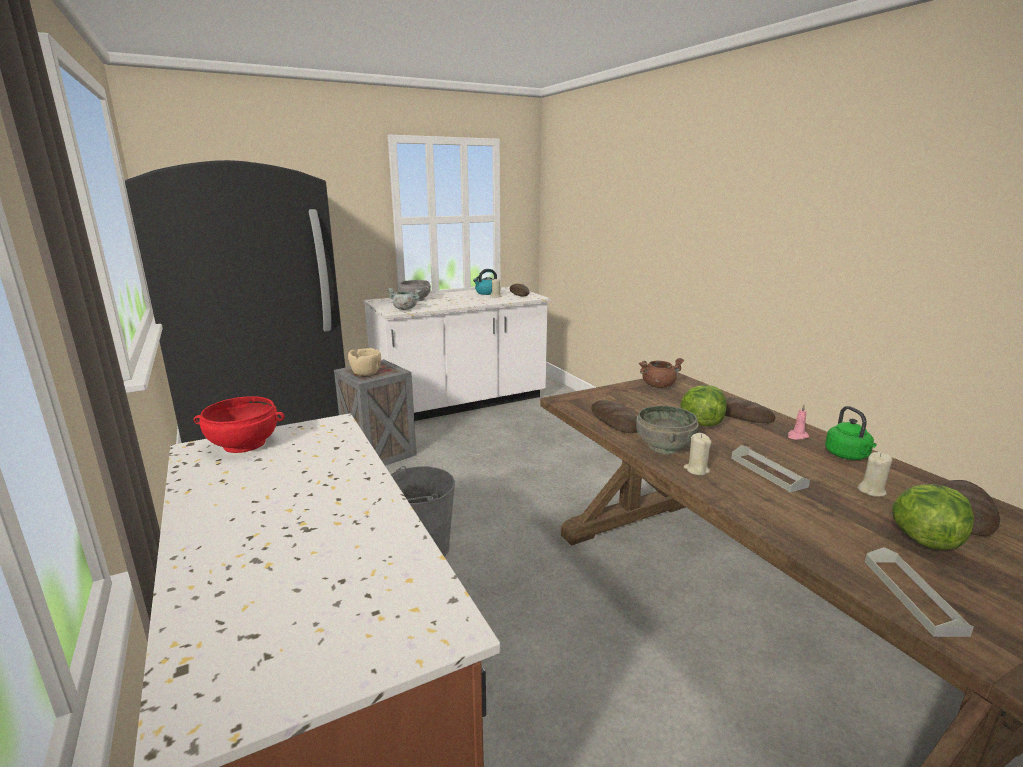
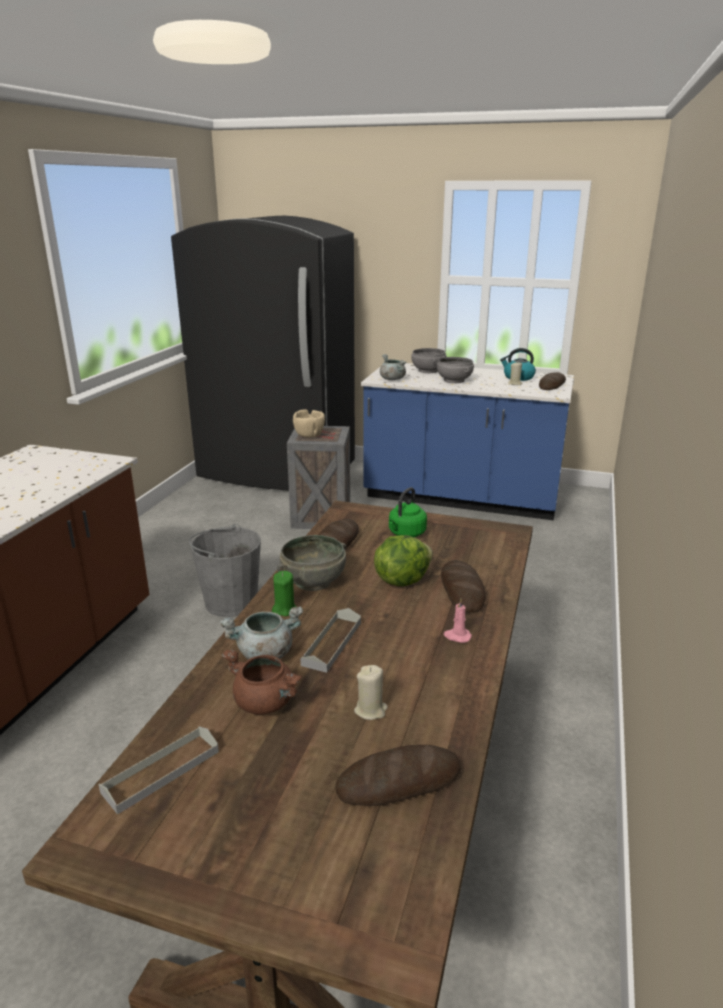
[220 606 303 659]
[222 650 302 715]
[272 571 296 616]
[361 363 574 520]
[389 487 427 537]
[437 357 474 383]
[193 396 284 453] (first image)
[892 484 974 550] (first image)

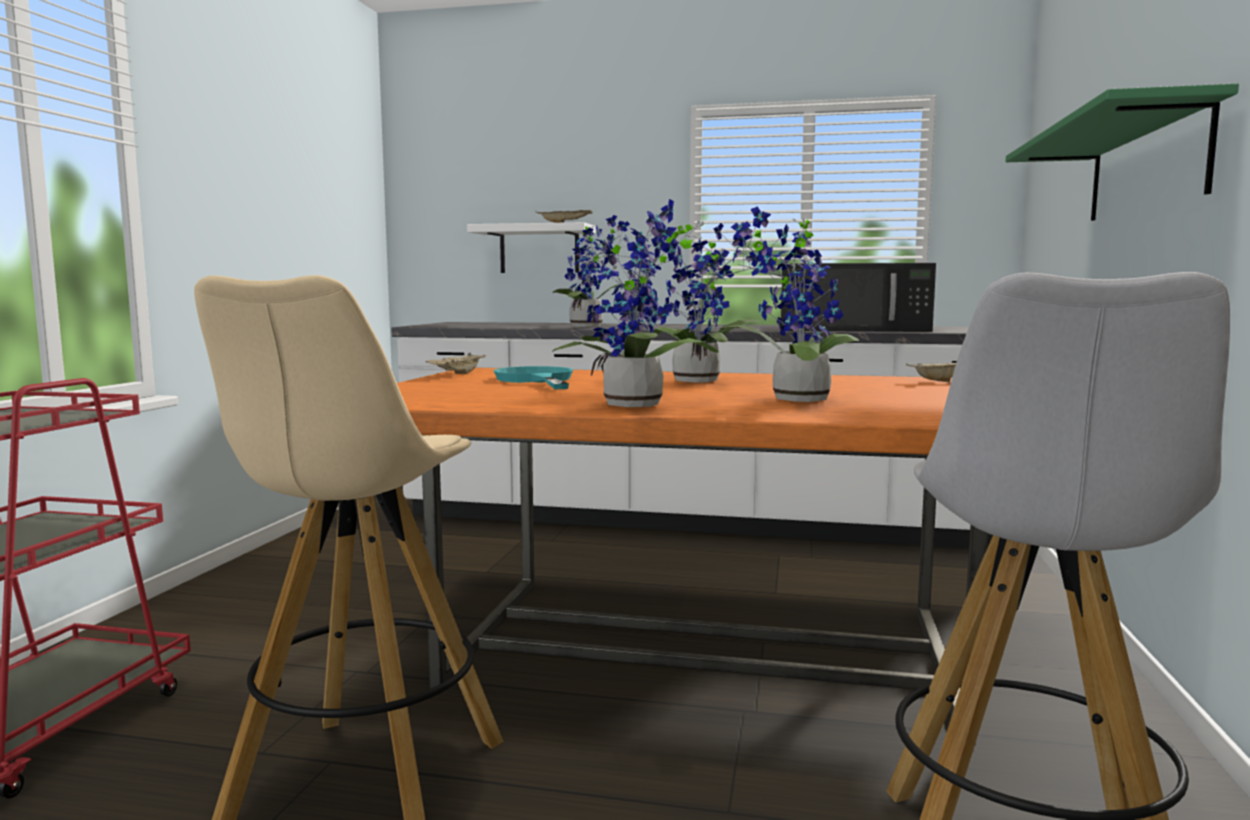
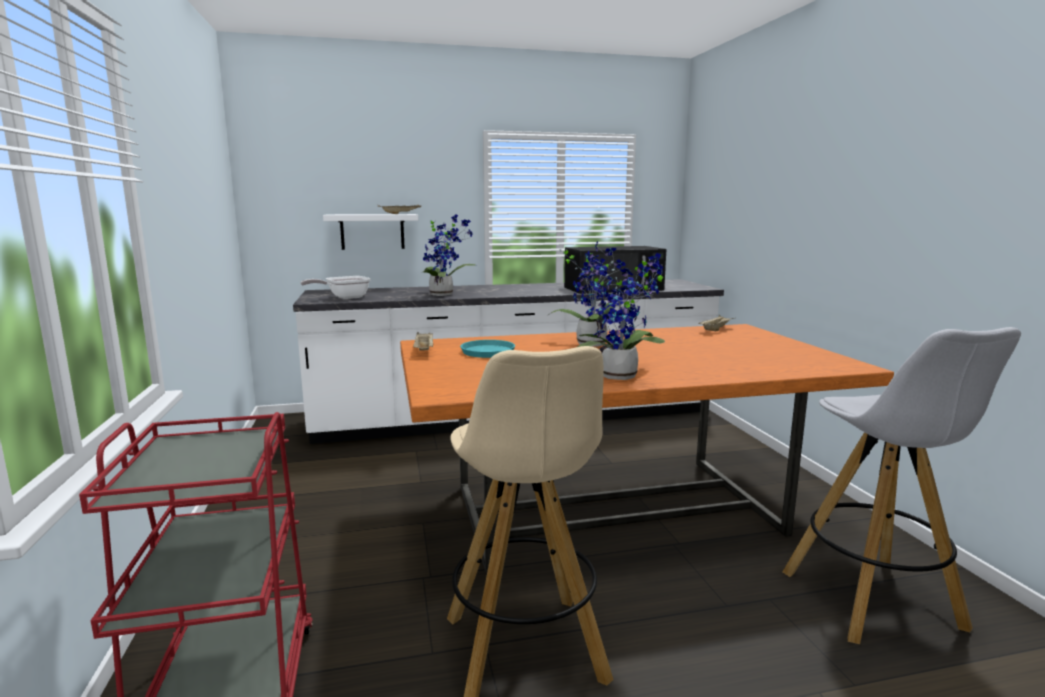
[301 276 371 299]
[720 206 860 402] (first image)
[1006 84 1239 221] (first image)

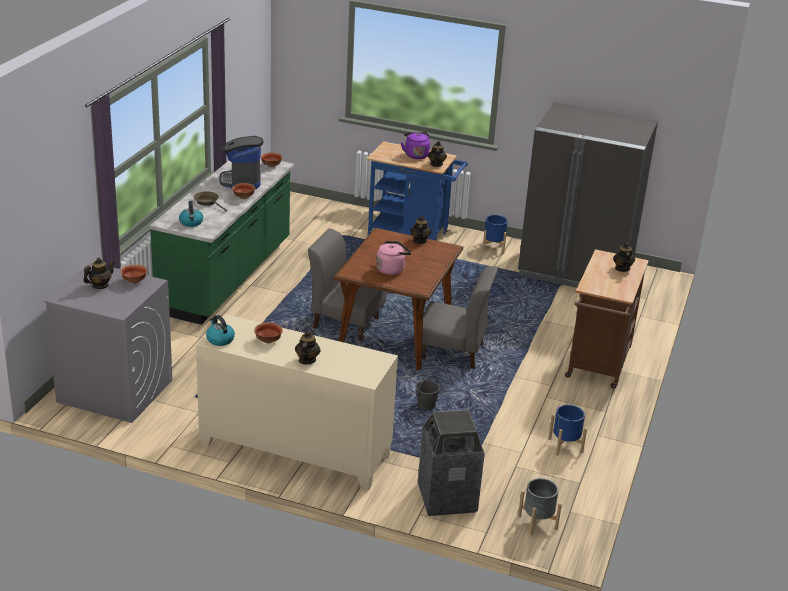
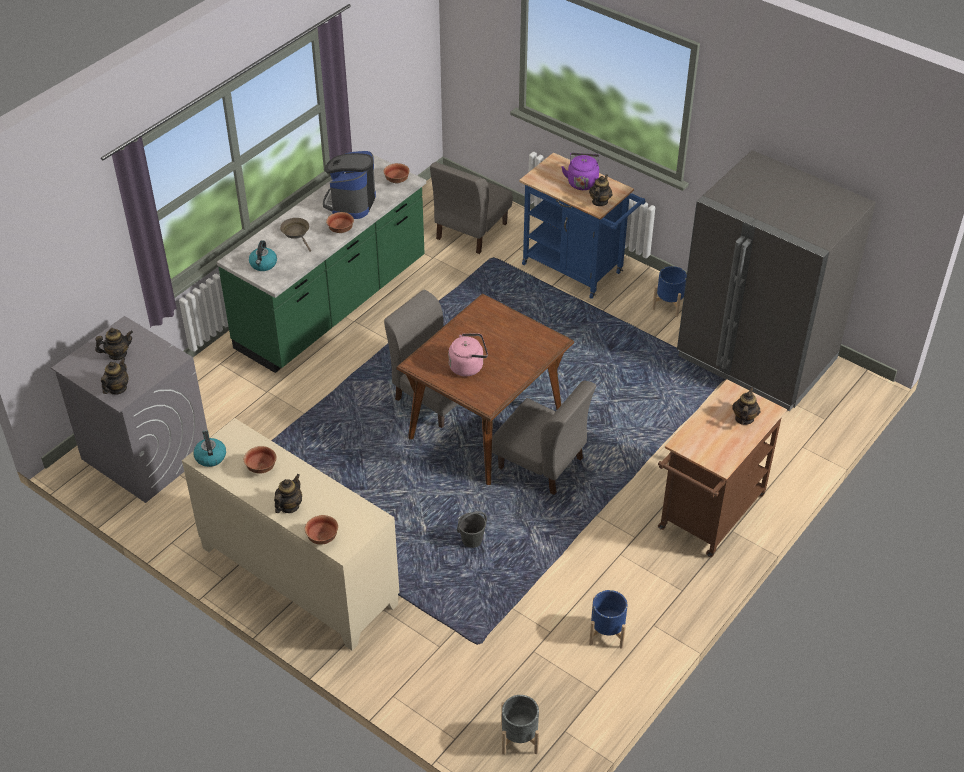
[101 358 128 395]
[305 515 338 545]
[430 162 513 254]
[418 410 485 516] (first image)

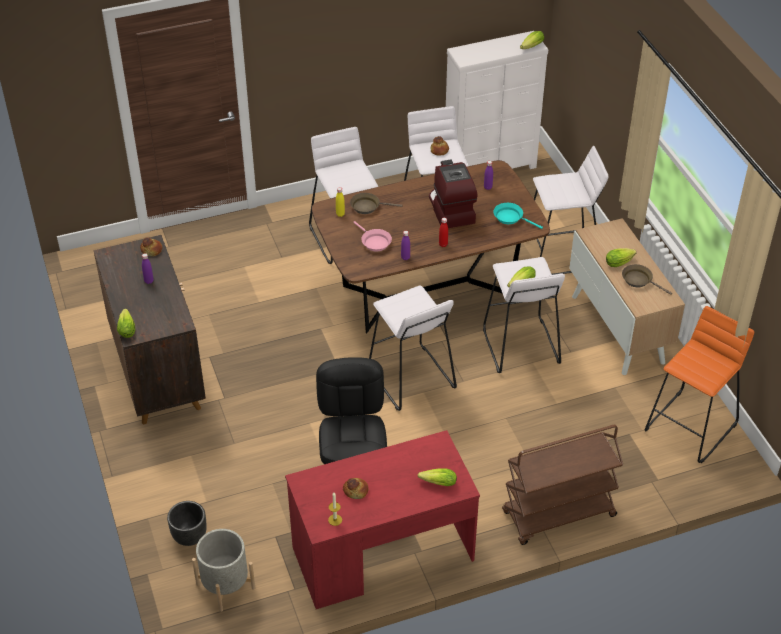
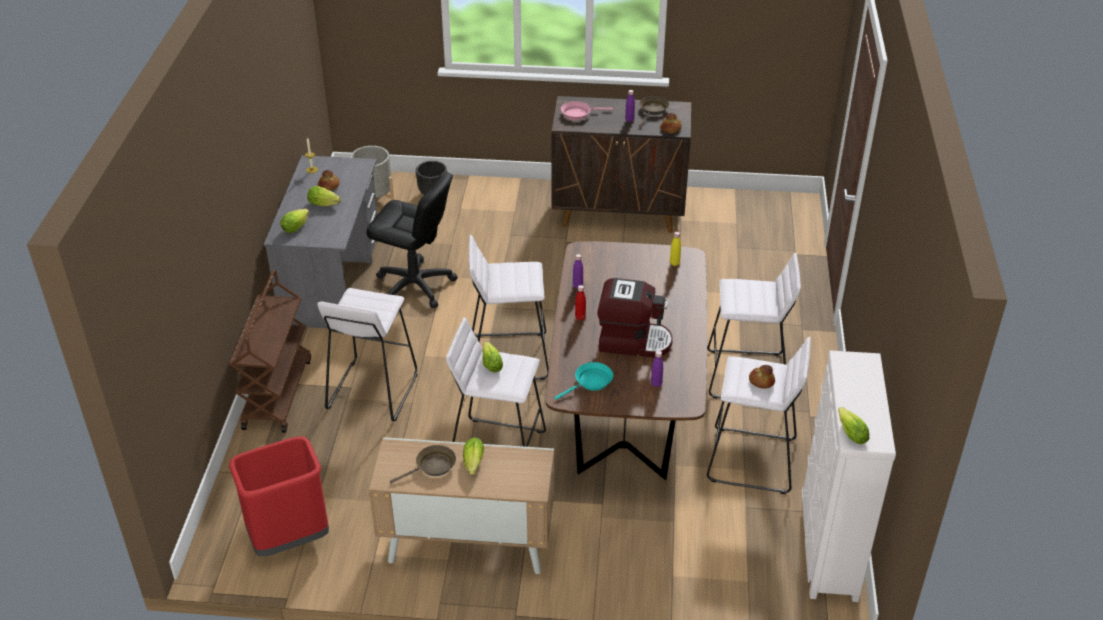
[229 436 329 556]
[263 155 378 328]
[307 186 341 206]
[317 288 418 421]
[561 101 613 120]
[639 96 669 127]

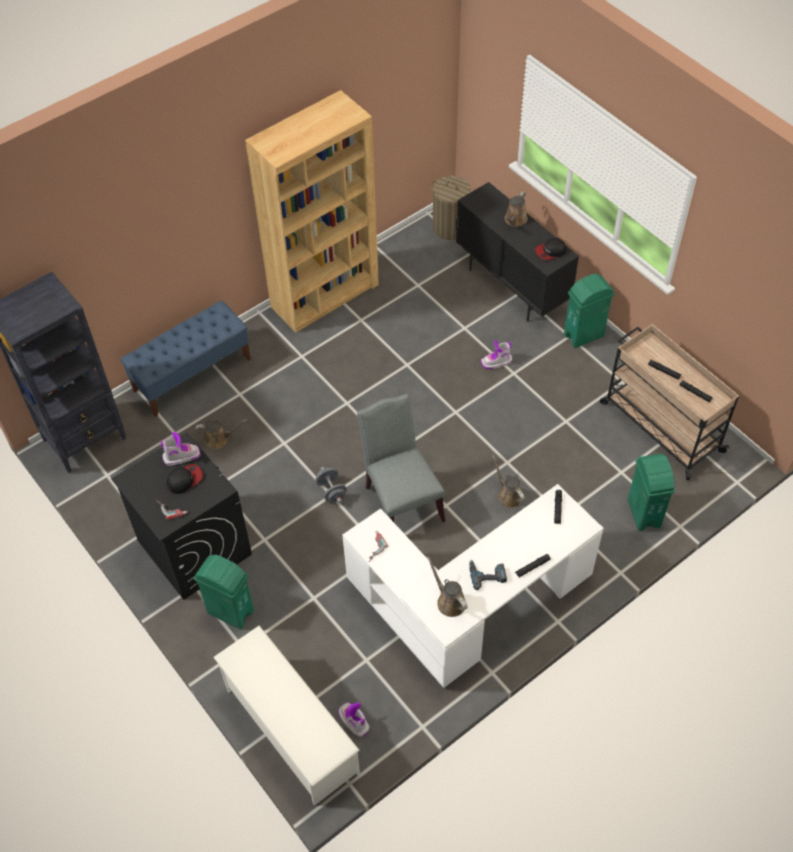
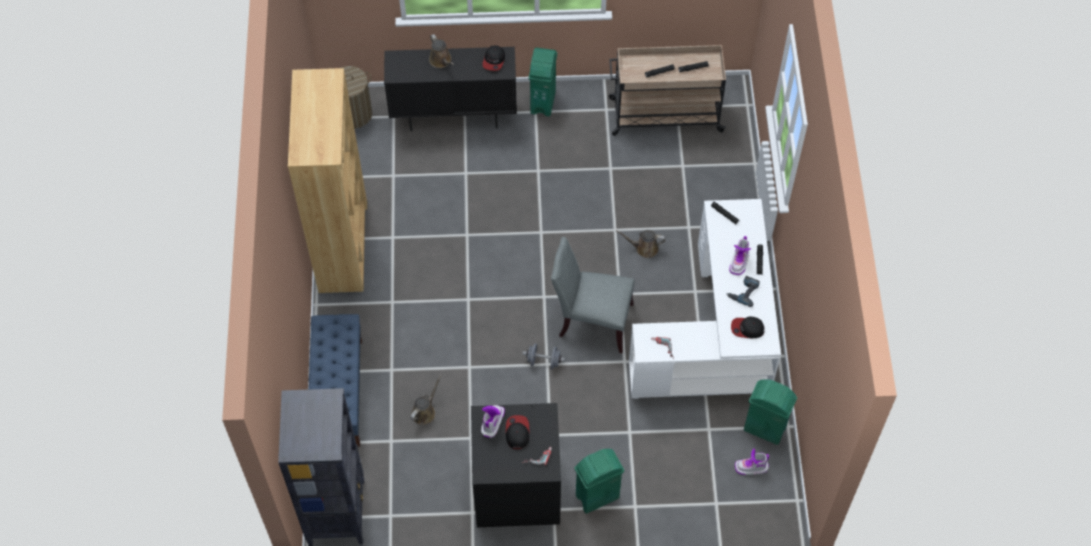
[729 236 751 275]
[731 317 765 338]
[744 379 797 445]
[213 626 360 806] (first image)

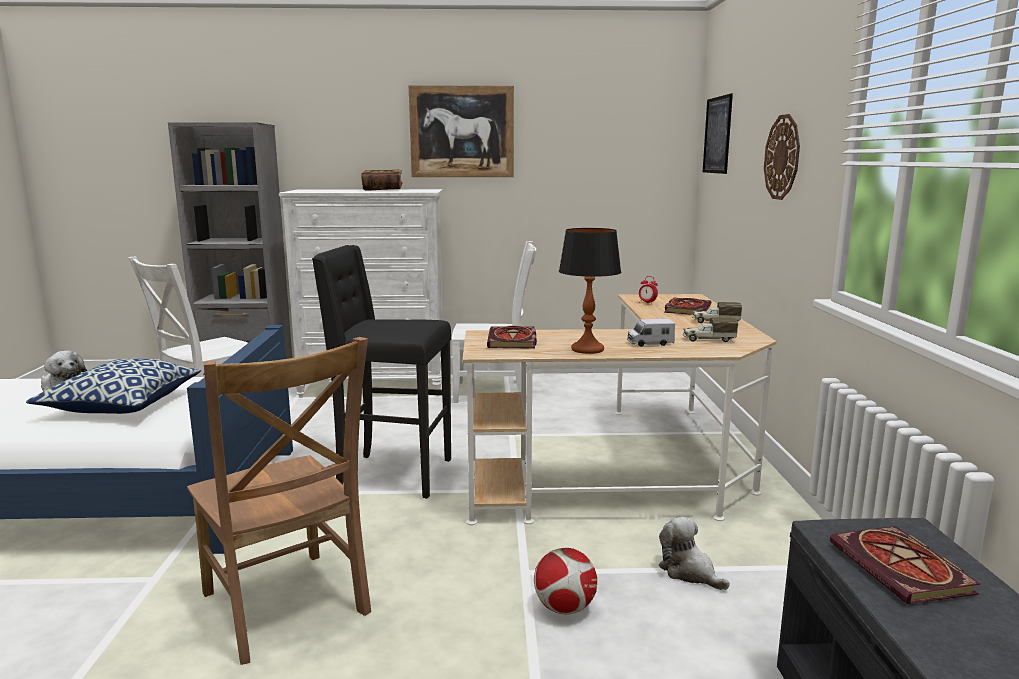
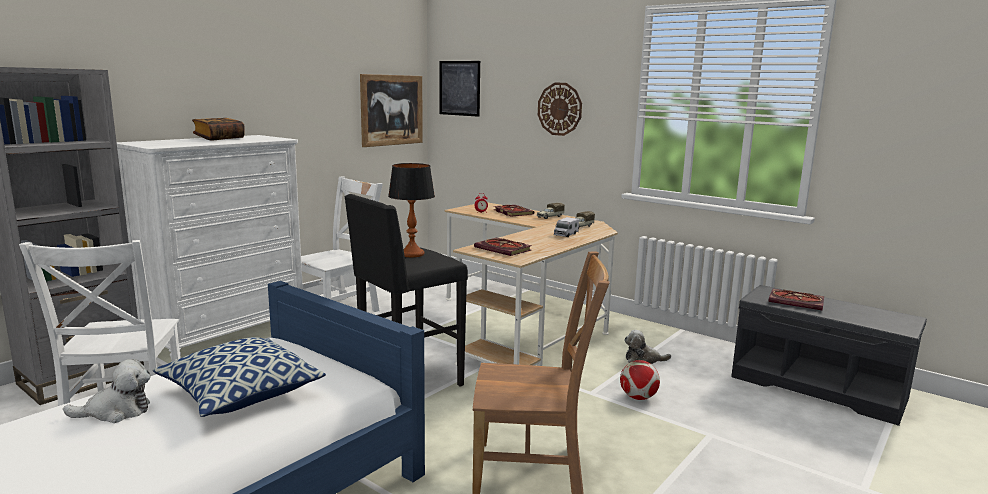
[360 74 423 147]
[388 163 435 257]

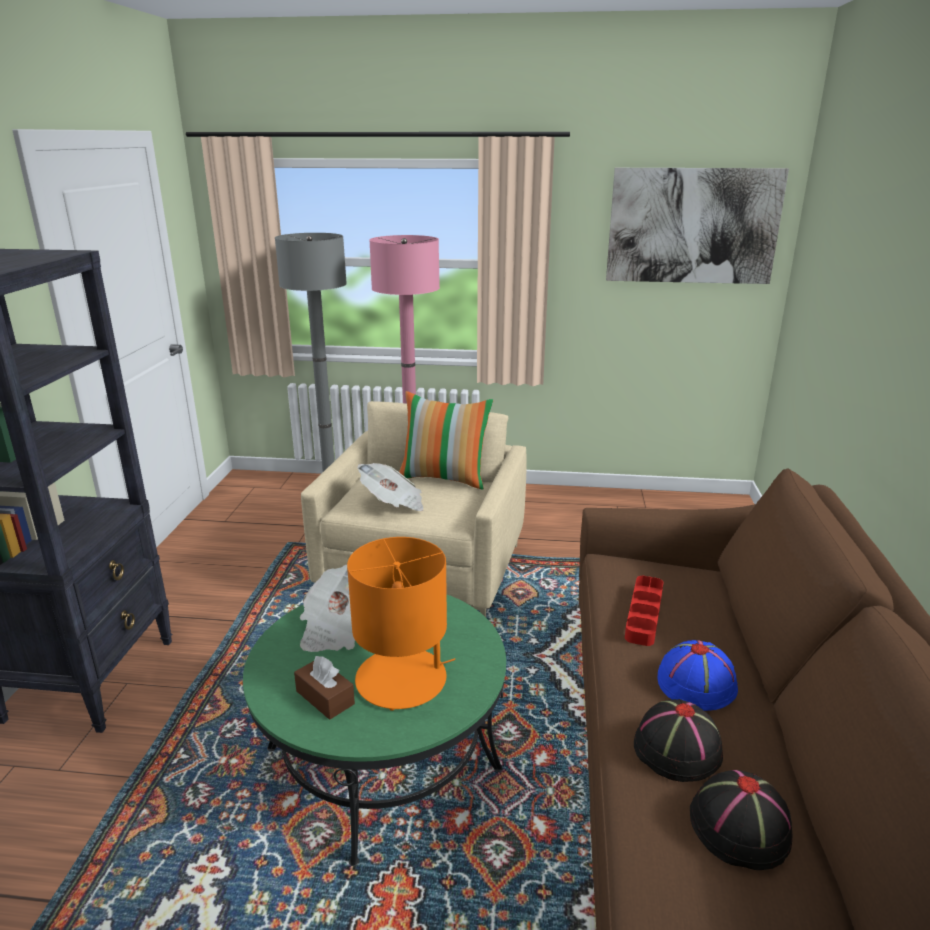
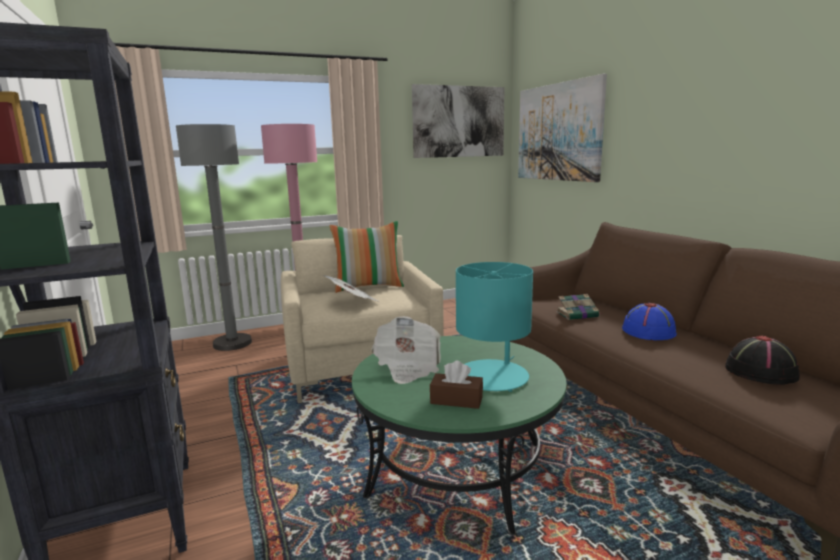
[456 262 533 392]
[518 74 607 182]
[556 294 602 320]
[634 699 723 782] (first image)

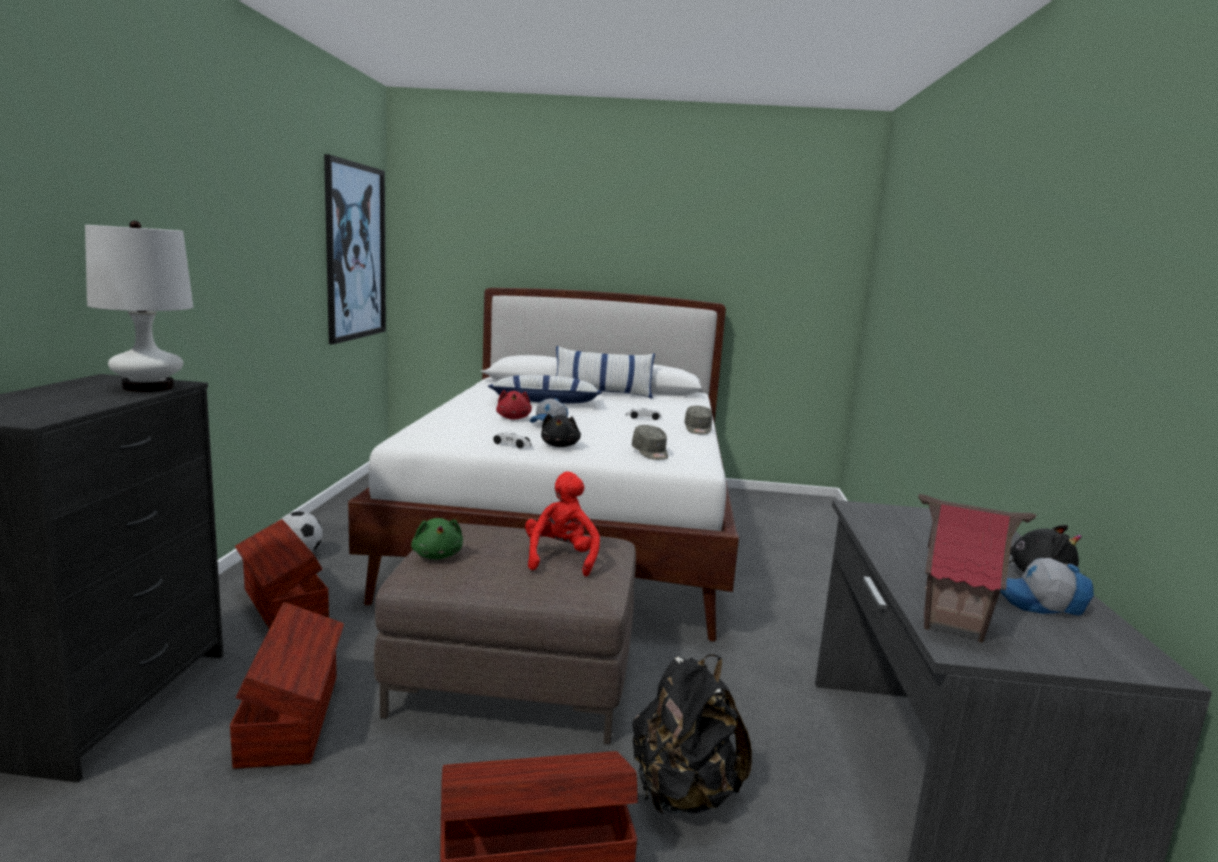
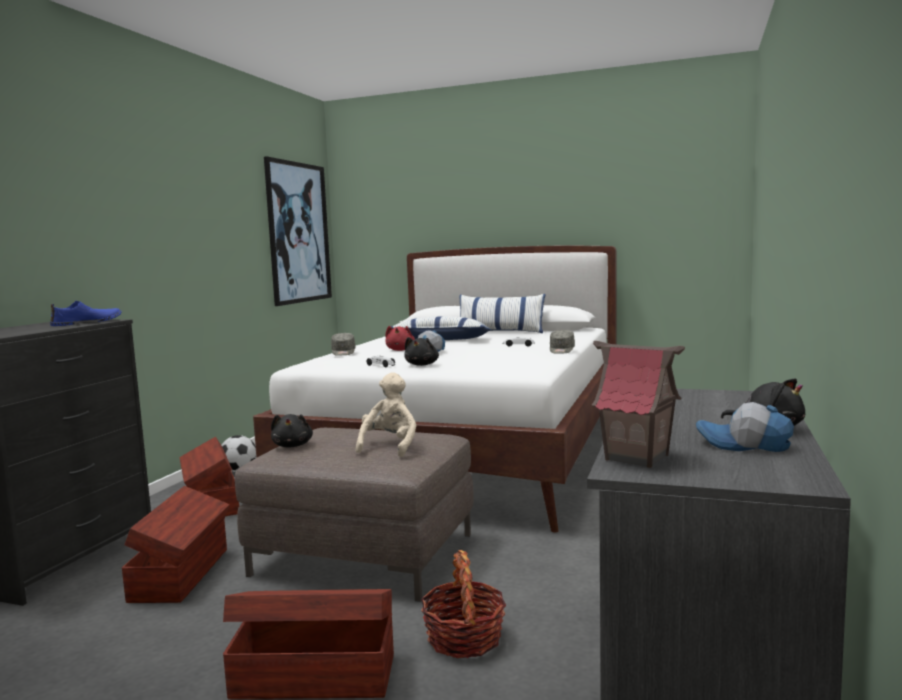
[50 301 122 326]
[271 414 313 448]
[331 333 355 356]
[356 372 417 457]
[421 550 506 658]

